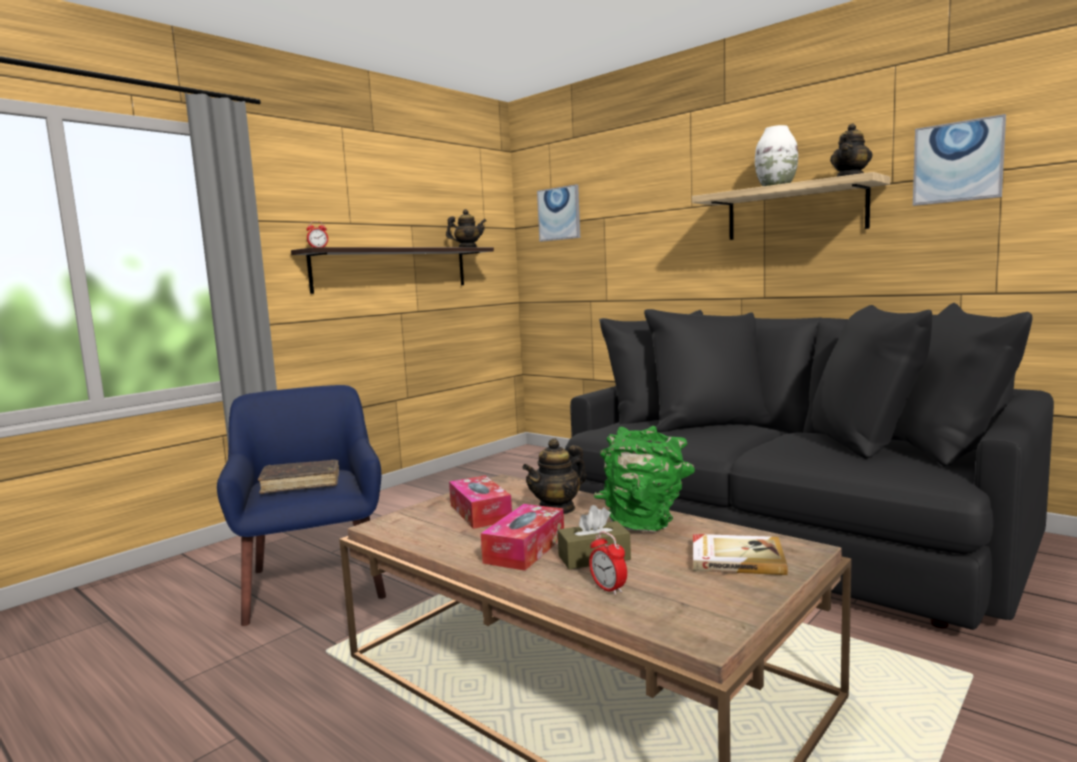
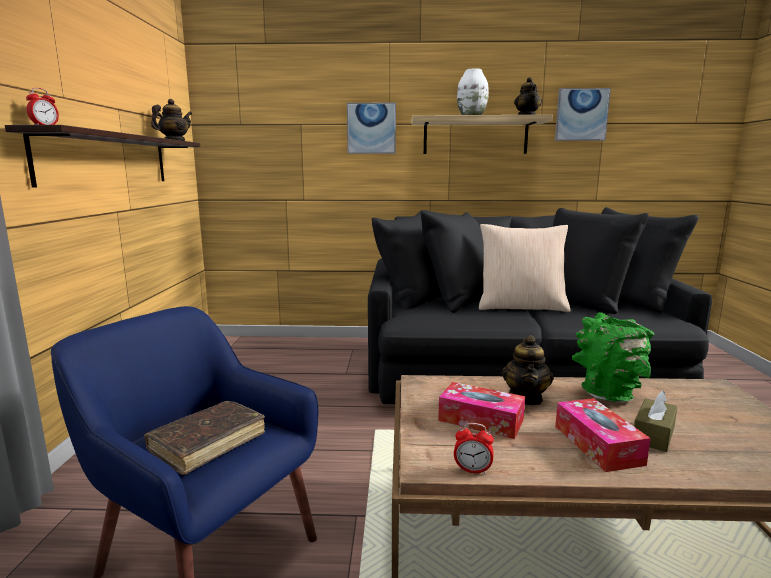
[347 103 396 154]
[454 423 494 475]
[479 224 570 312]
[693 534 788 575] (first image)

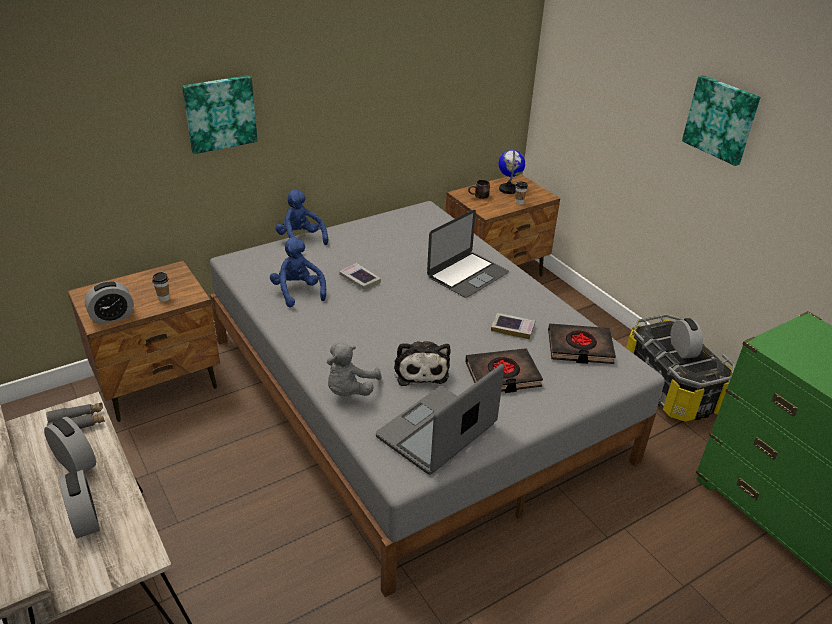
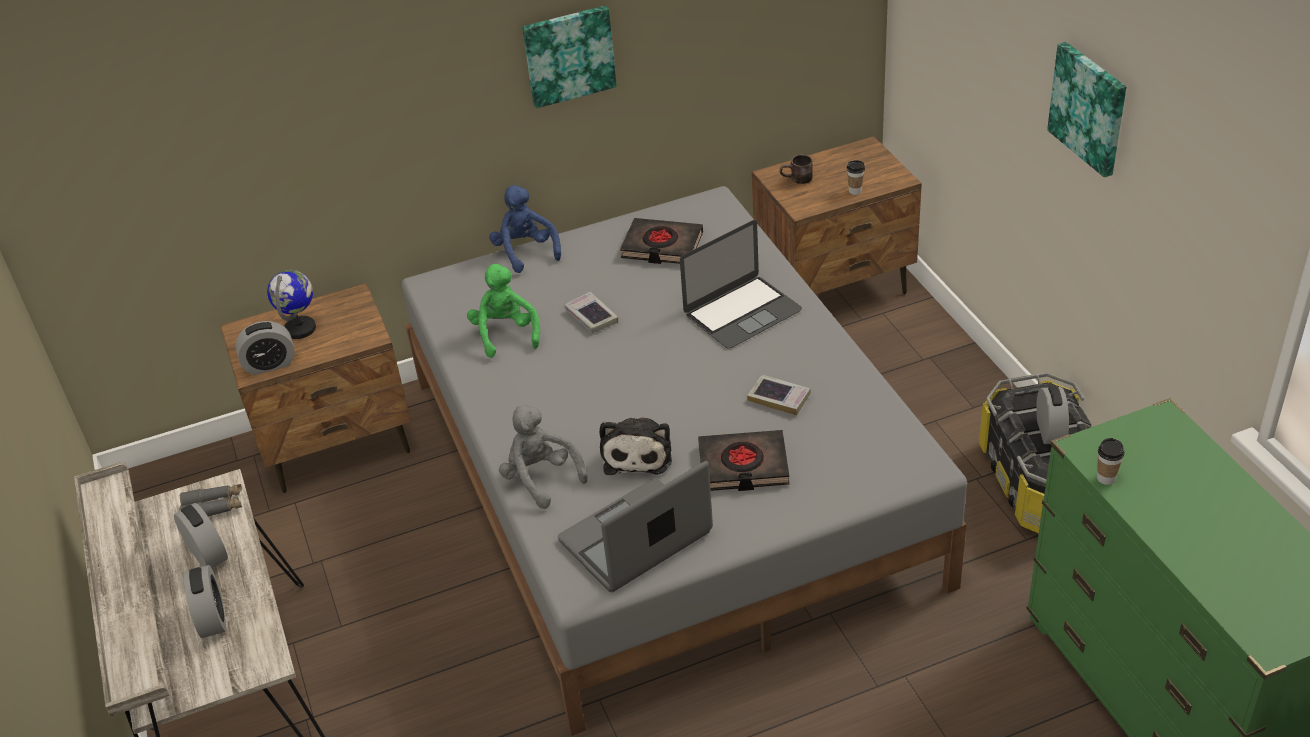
[267 270 316 339]
[467 264 540 358]
[499 405 588 509]
[522 5 617 109]
[620 218 703 264]
[1097 438 1124 485]

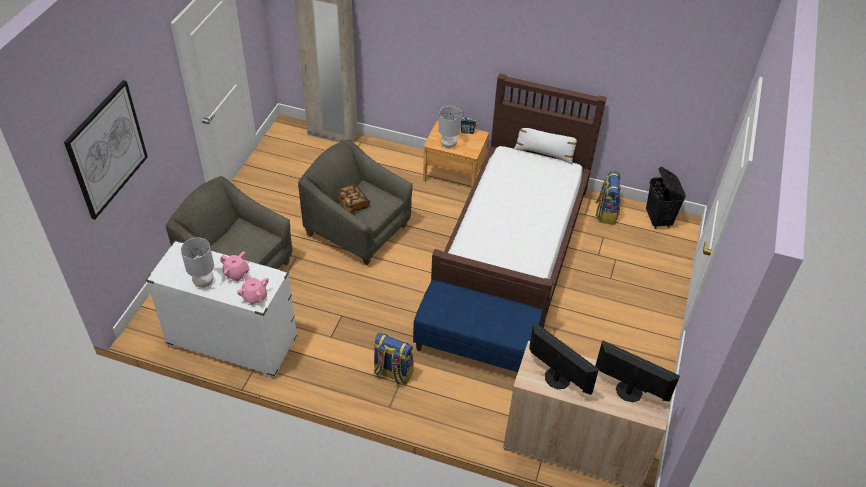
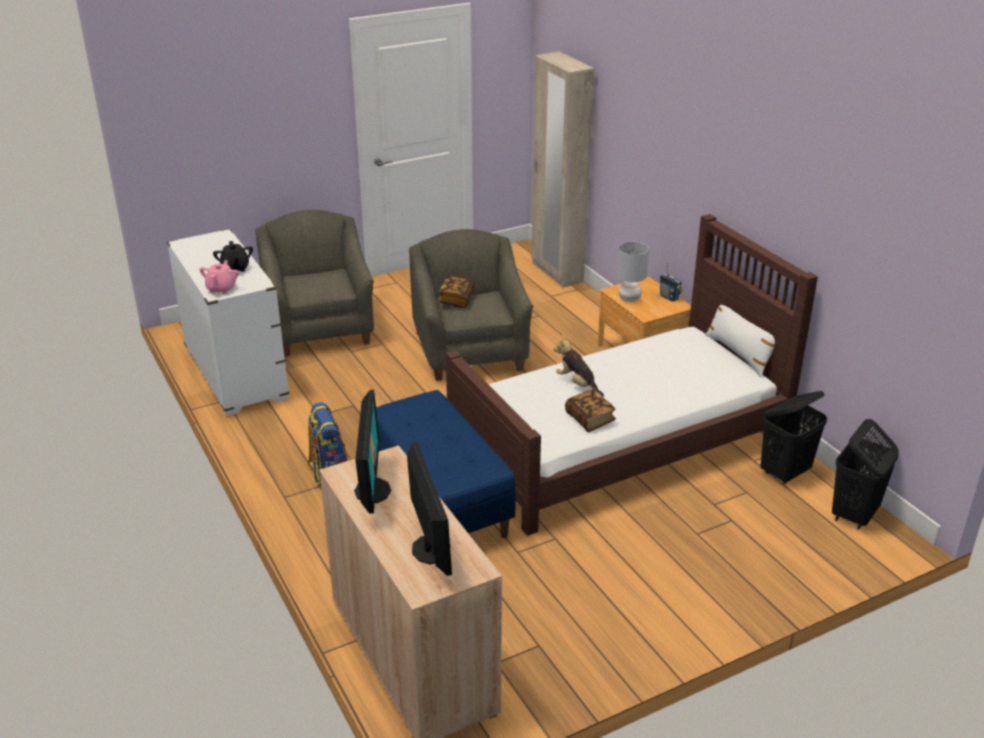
[213 241 253 272]
[553 335 604 397]
[565 389 616 432]
[761 391 827 484]
[64 80 148 219] (first image)
[181 238 214 288] (first image)

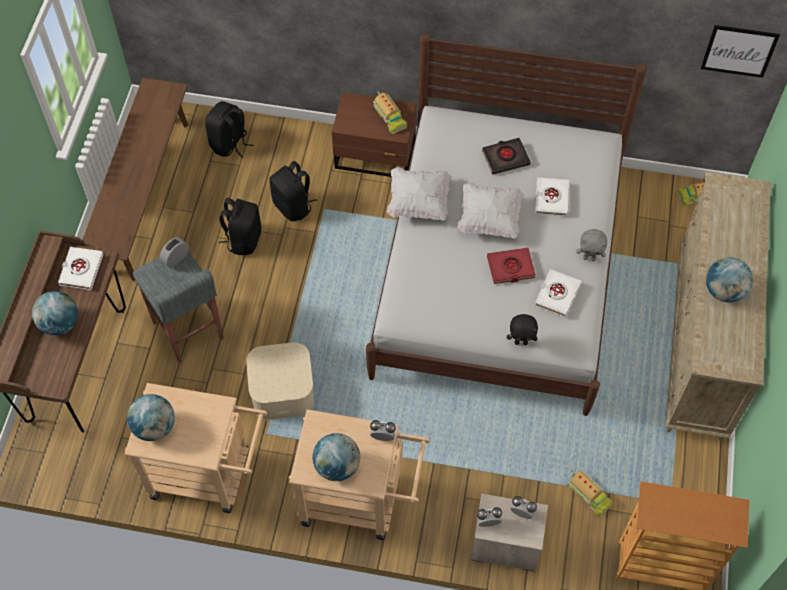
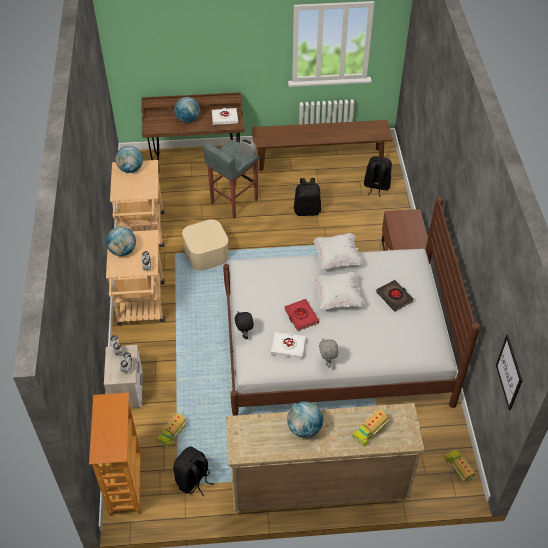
[173 447 214 497]
[352 409 389 447]
[535 177 569 217] (first image)

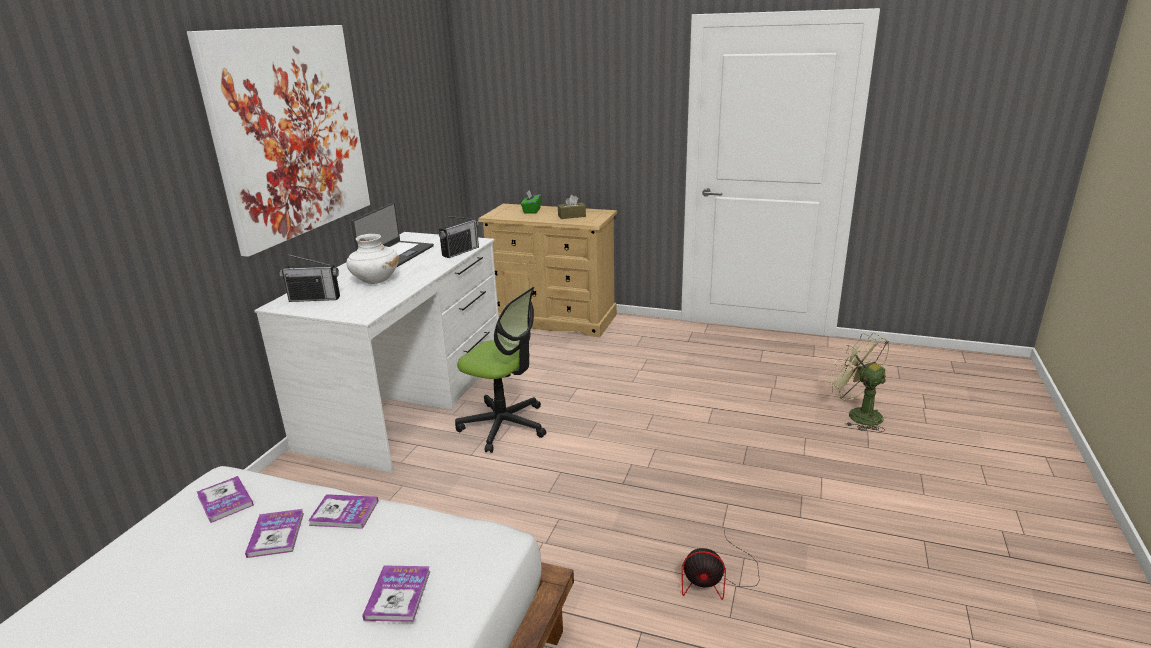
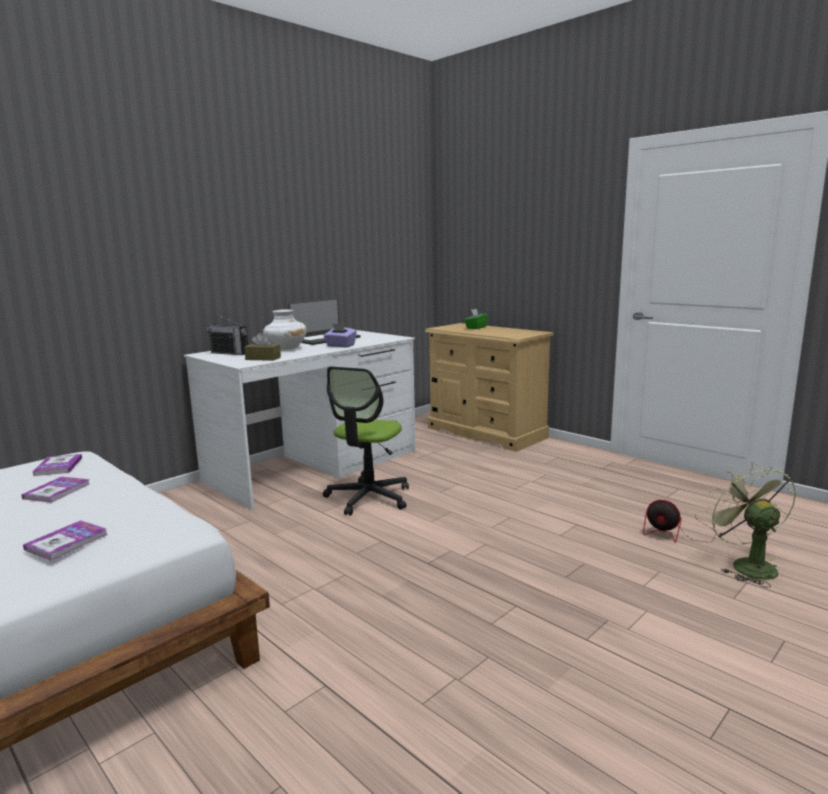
[244 332 281 361]
[323 366 409 516]
[324 324 357 347]
[643 500 716 543]
[187 25 370 257] (first image)
[308 494 378 529] (first image)
[439 216 479 258] (first image)

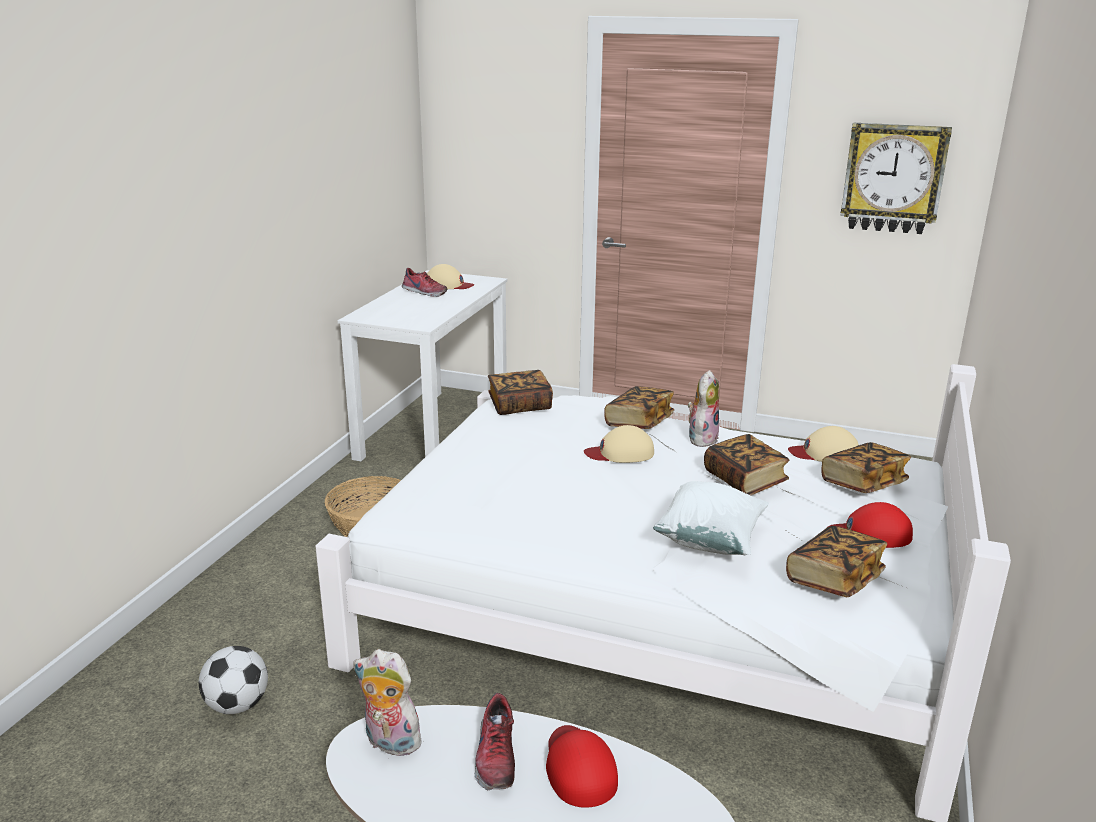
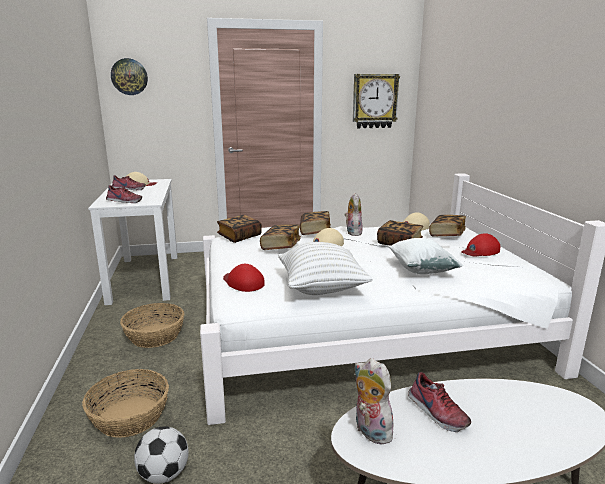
[82 369 169 438]
[106 185 142 203]
[111 58 148 95]
[223 264 265 292]
[260 225 301 250]
[278 242 373 295]
[354 358 393 445]

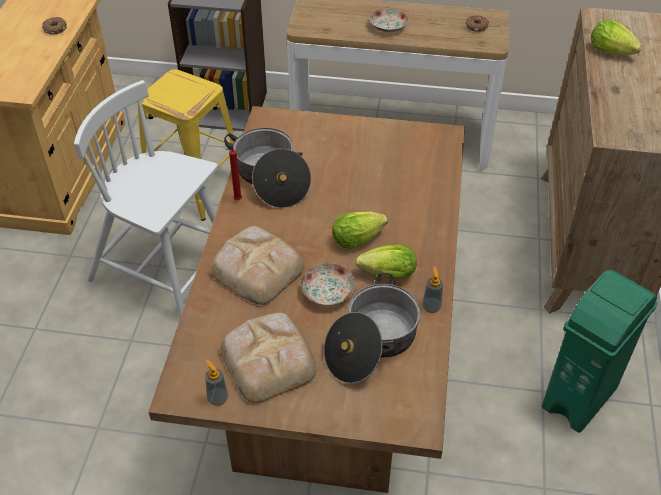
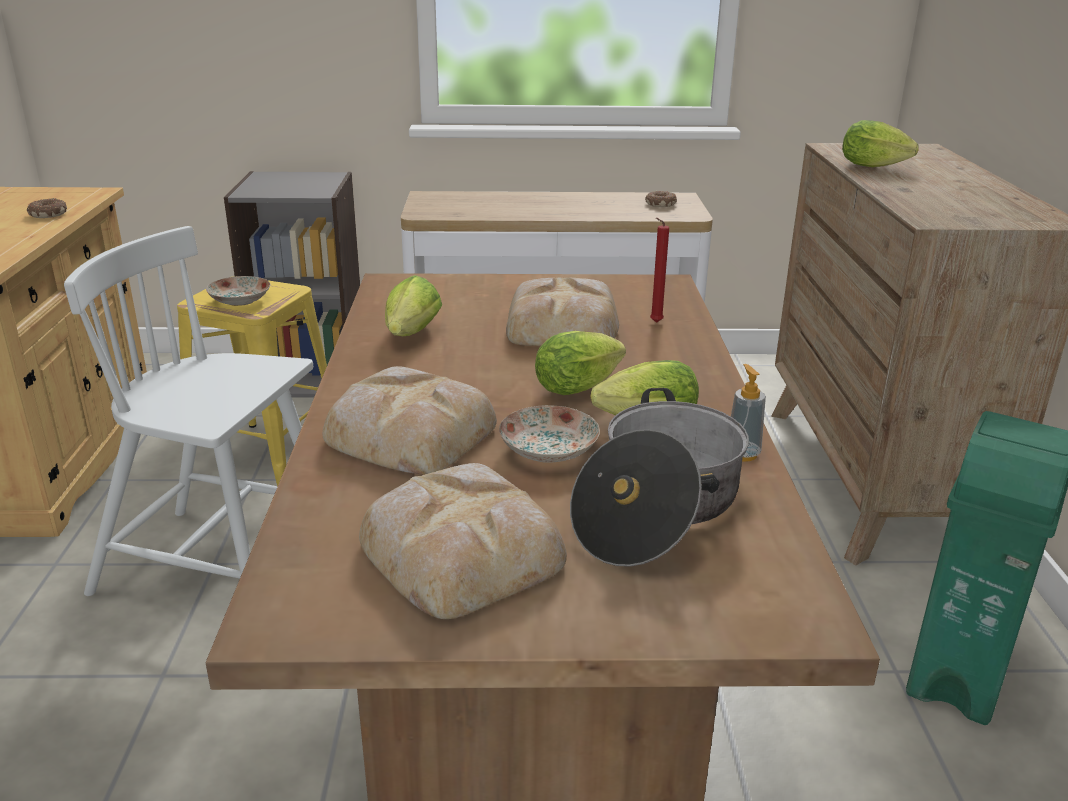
[206 276 270 306]
[385 275 442 336]
[506 277 619 346]
[650 218 669 323]
[205 360 228 406] (first image)

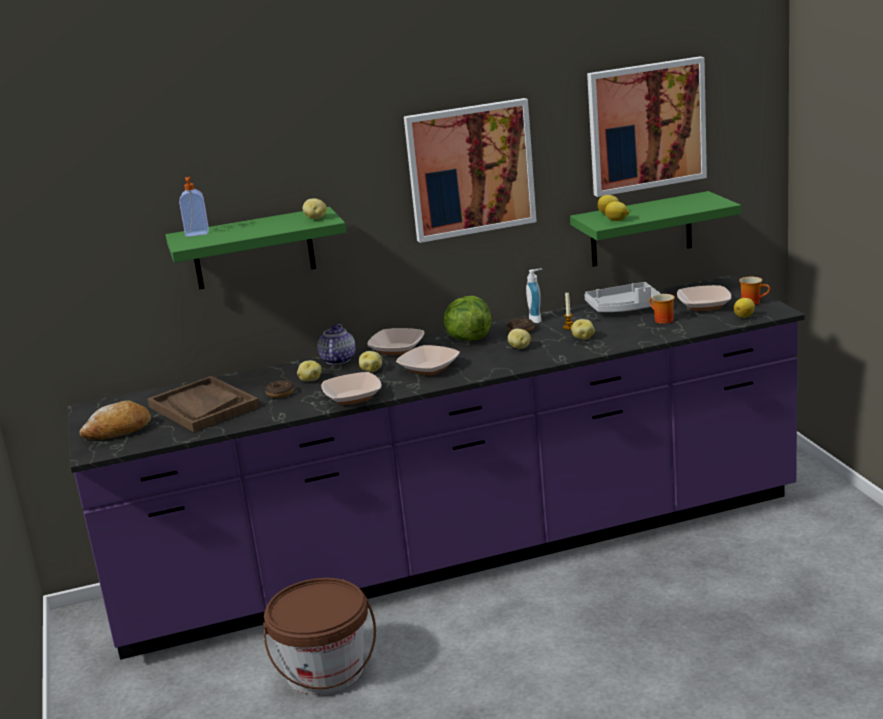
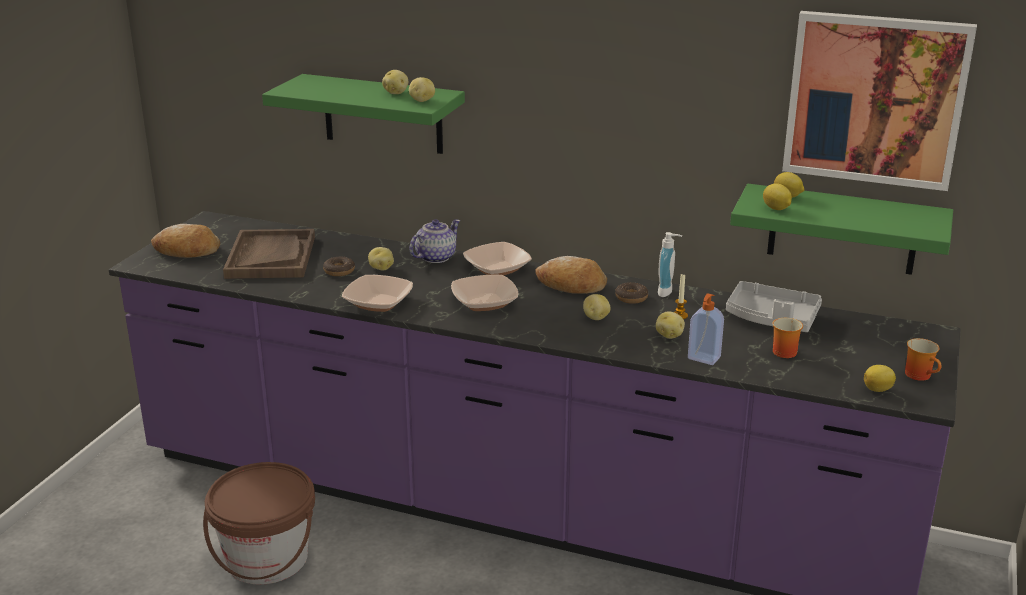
[382 70 408 94]
[535 256 607 294]
[688 293 724 365]
[404 98 537 243] (first image)
[677 285 731 311] (first image)

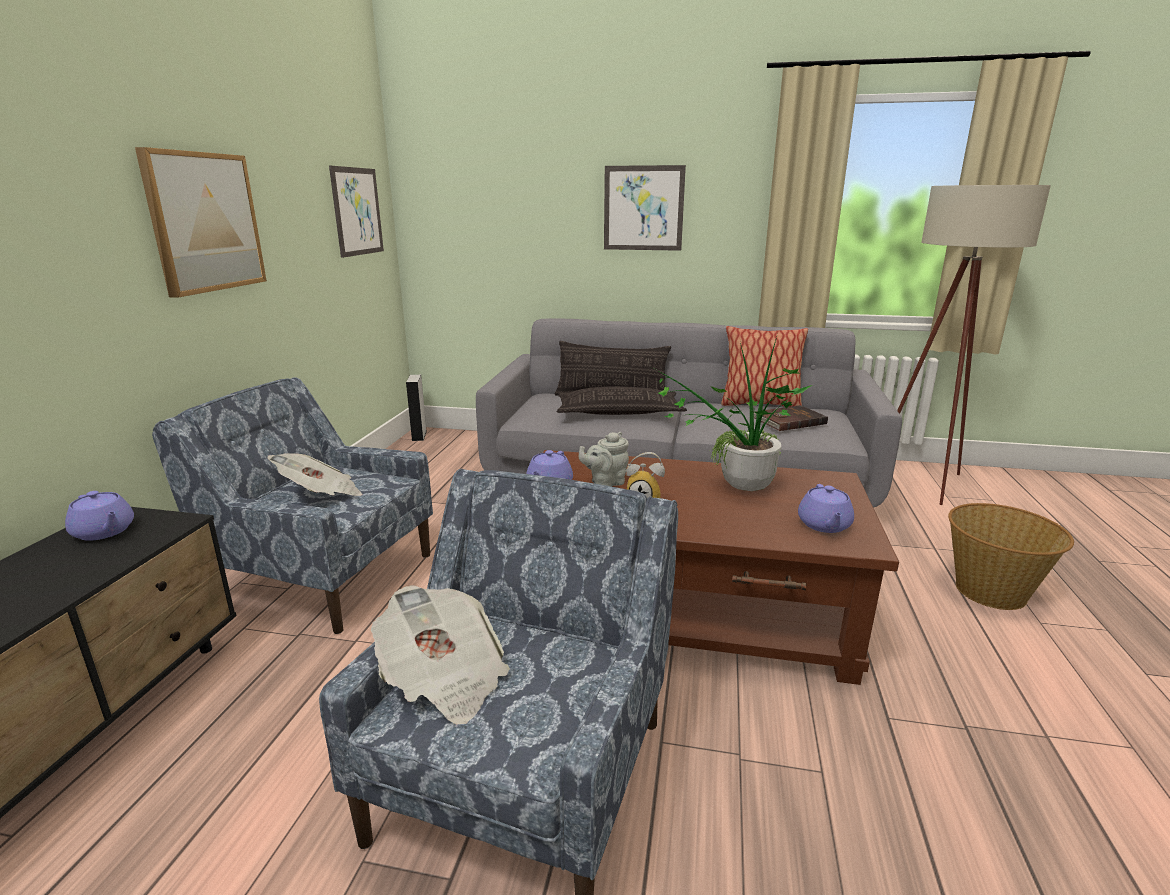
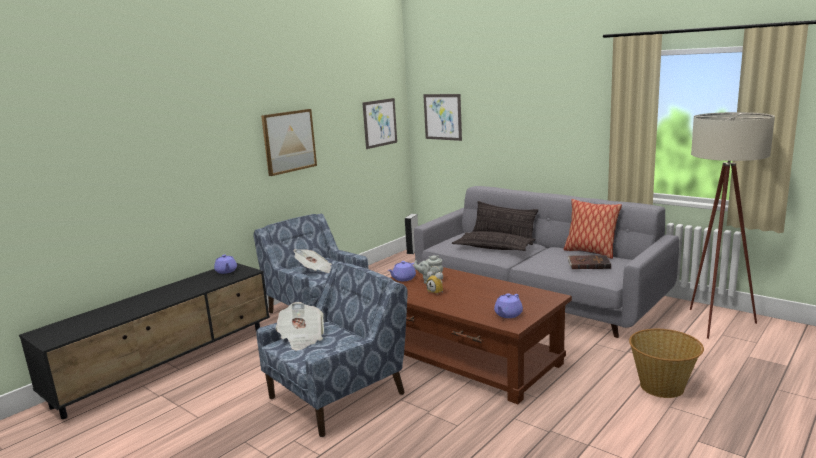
[423 94 462 141]
[655 337 812 491] (first image)

